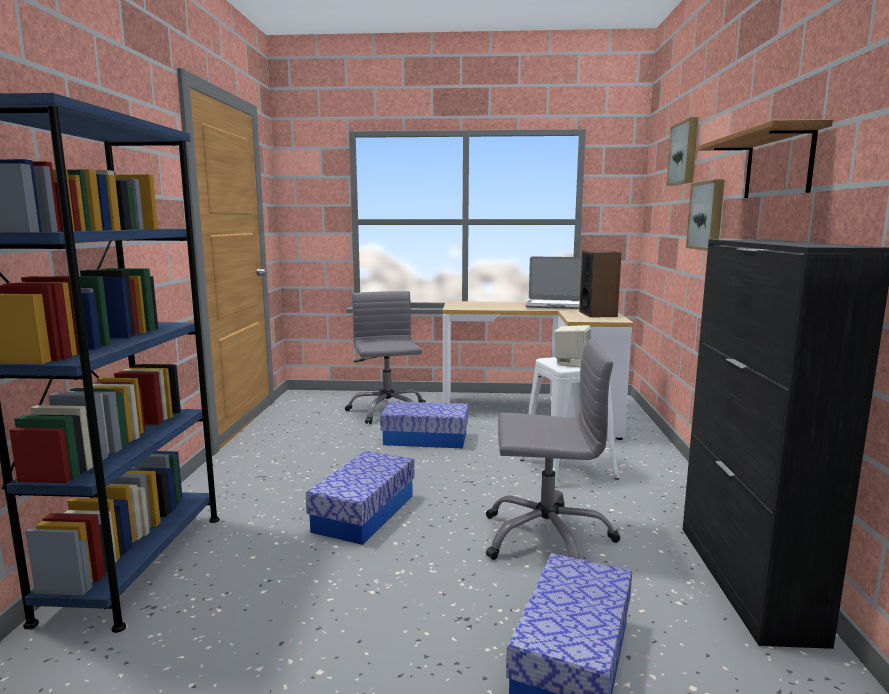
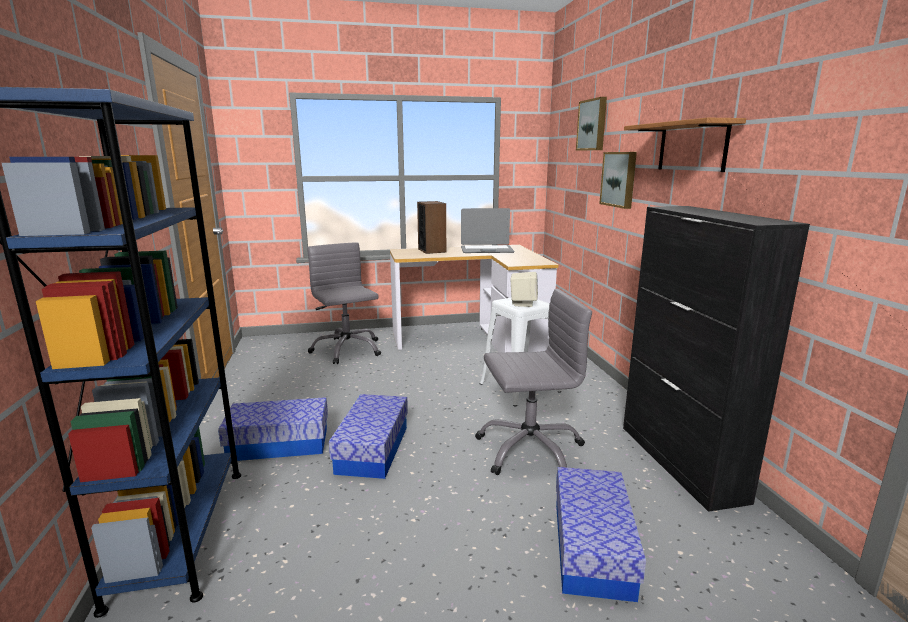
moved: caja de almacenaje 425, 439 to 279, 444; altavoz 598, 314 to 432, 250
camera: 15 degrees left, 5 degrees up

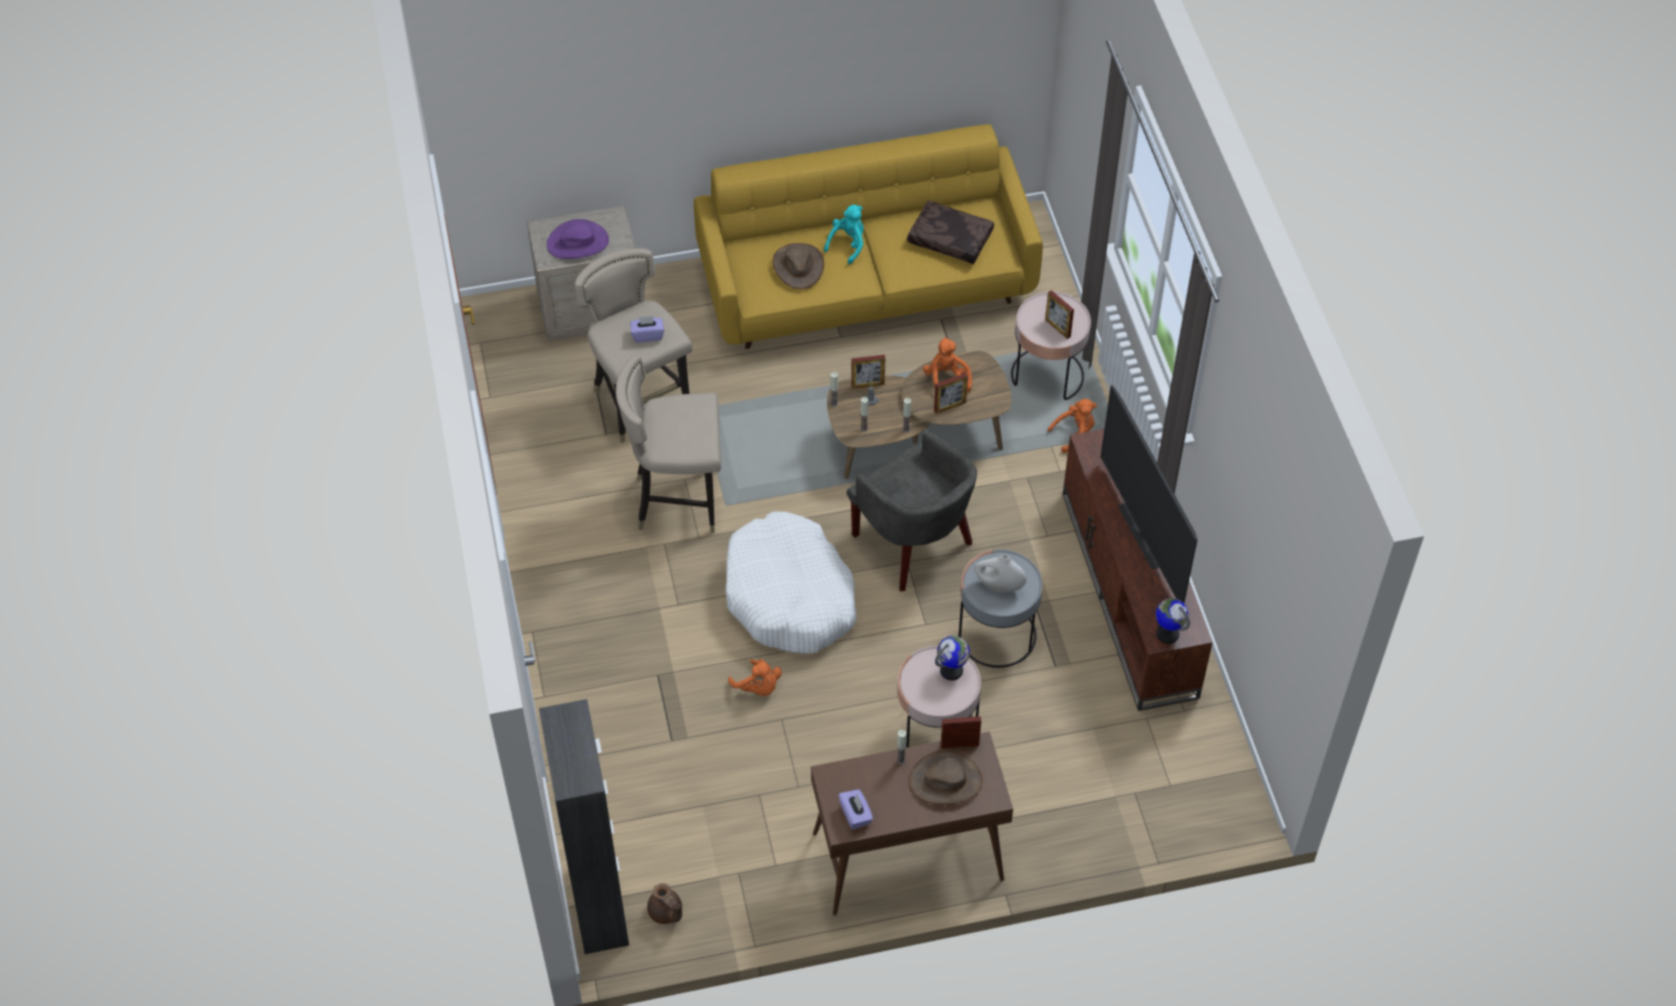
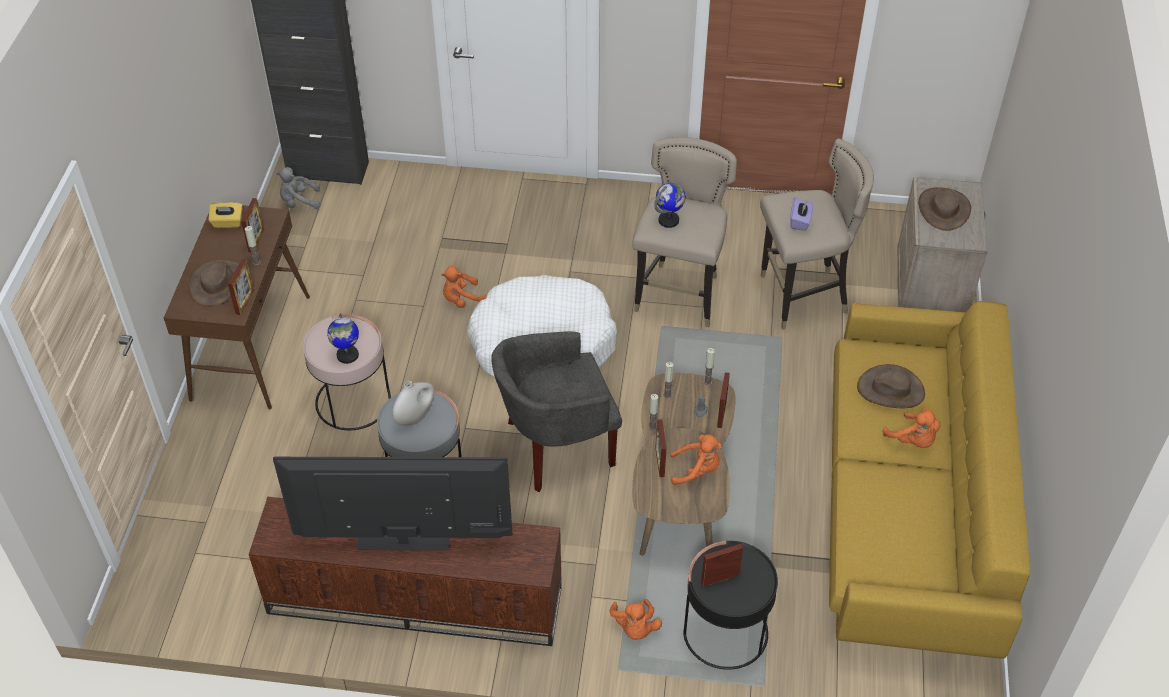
removed: cojín [marrón] 949, 239
added: portarretratos 256, 240
moved: globo terráqueo 1167, 633 to 669, 220
replaced: tetera [marrón] 666, 913 to peluche [gris] 299, 202
recoloured: sombrero [morado] 578, 242 to sombrero [marrón] 943, 209; peluche [turquesa] 848, 244 to peluche [naranja] 913, 440; caja de pañuelos [morado] 855, 815 to caja de pañuelos [amarillo] 228, 222; mesa auxiliar [rosa] 1047, 375 to mesa auxiliar [negro] 725, 632
camera: 110 degrees right, 5 degrees down

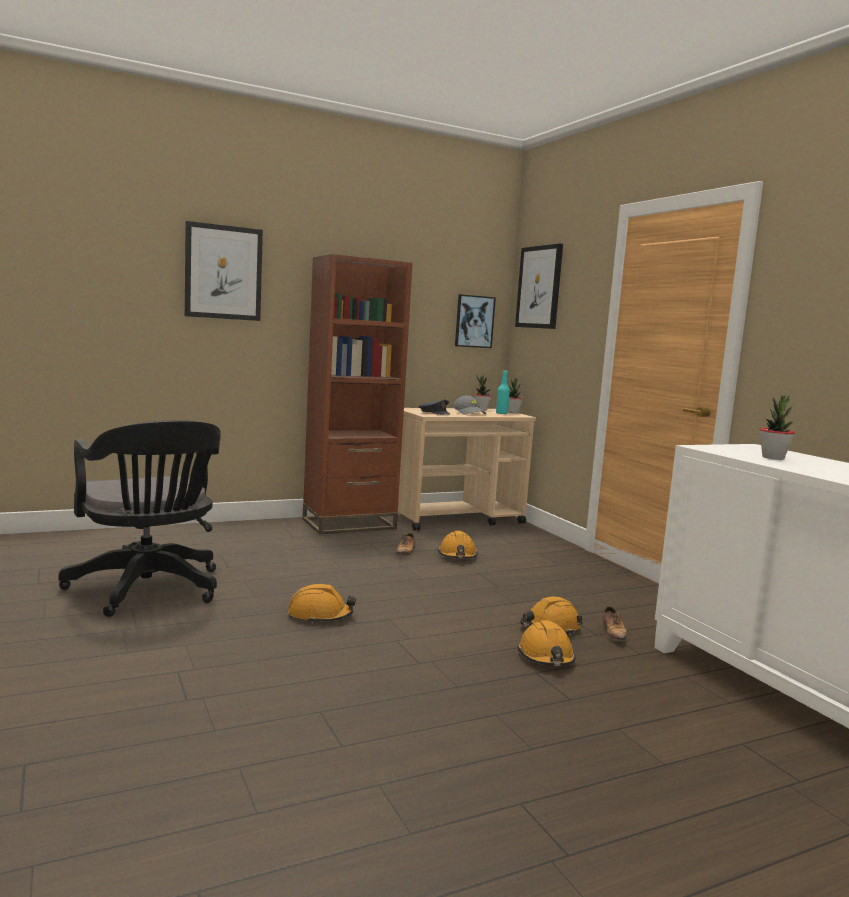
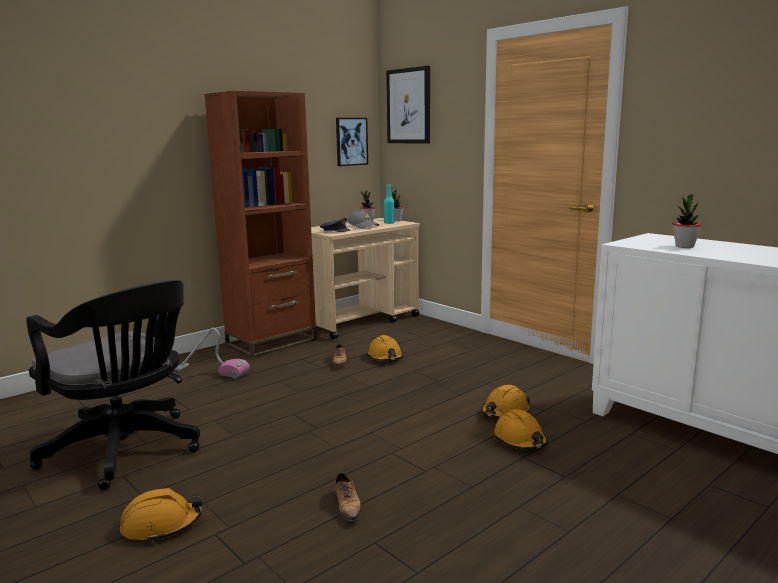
removed: cuadro 223, 272
added: aspiradora 211, 371
moved: casco [naranja] 320, 616 to 161, 525; zapato 614, 633 to 347, 506
camera: 15 degrees left, 5 degrees up

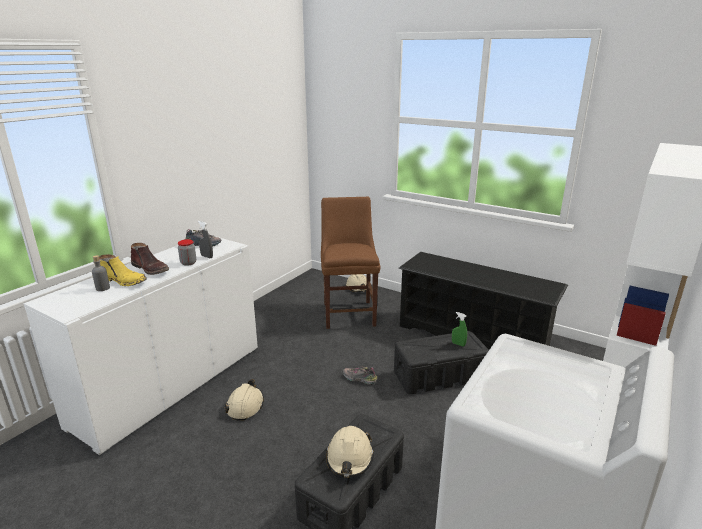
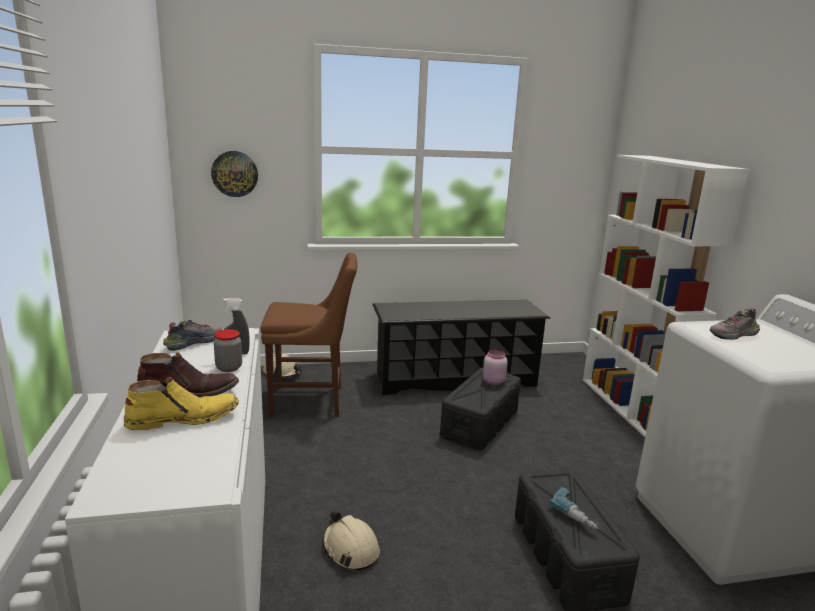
removed: botella [gris] 103, 288
added: reloj de pared 235, 174
moved: zapato 359, 379 to 733, 335
replaced: casco [beis] 349, 458 to taladro 577, 513; pulverizador [verde] 458, 344 to tarro [rosa] 492, 381
turned: silla [marrón] 349, 312 = 311, 401 135 degrees clockwise
camera: 45 degrees left, 5 degrees down

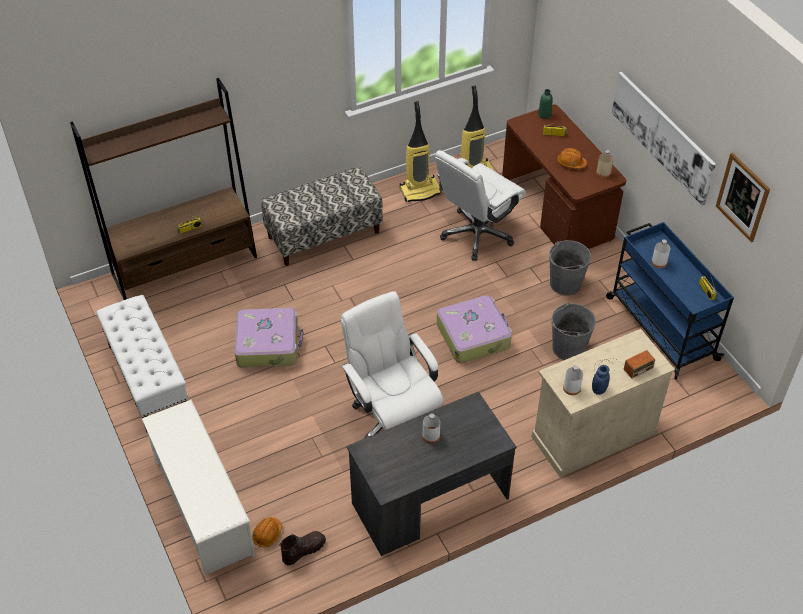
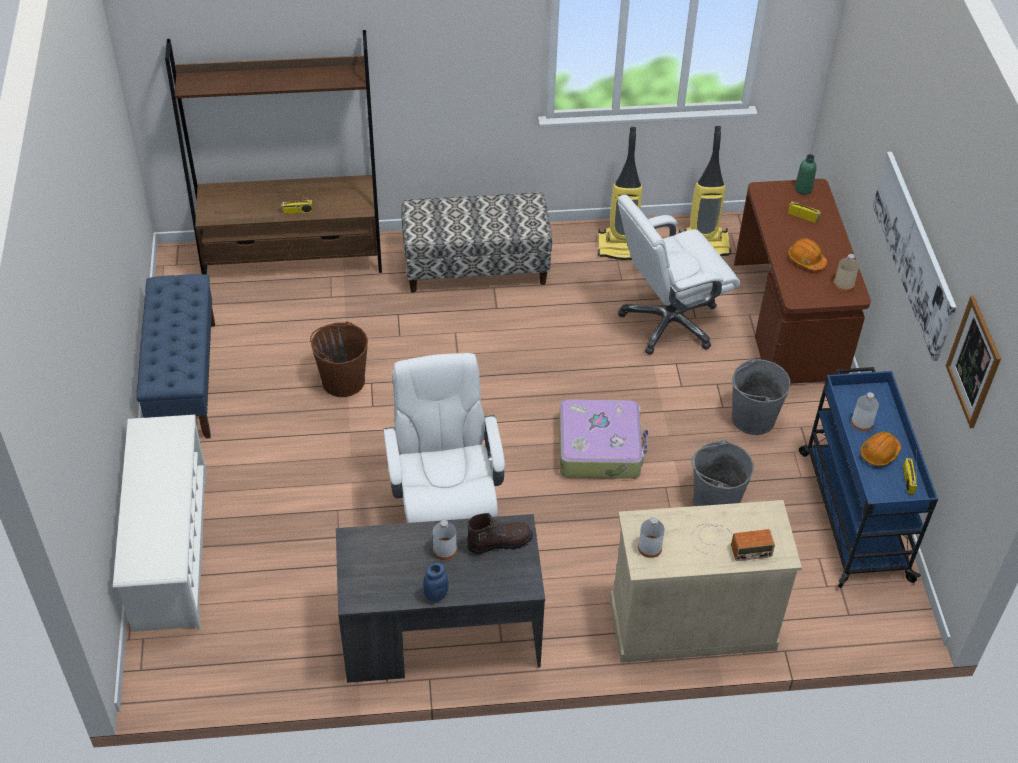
moved: casco [naranja] 267, 534 to 879, 453; bota [marrón] 303, 550 to 499, 542; tarro [azul] 598, 389 to 436, 595
replaced: maleta 268, 344 to cubo [marrón] 343, 380
recoloured: banco [blanco] 148, 380 to banco [azul] 184, 380
camera: 20 degrees right, 0 degrees up

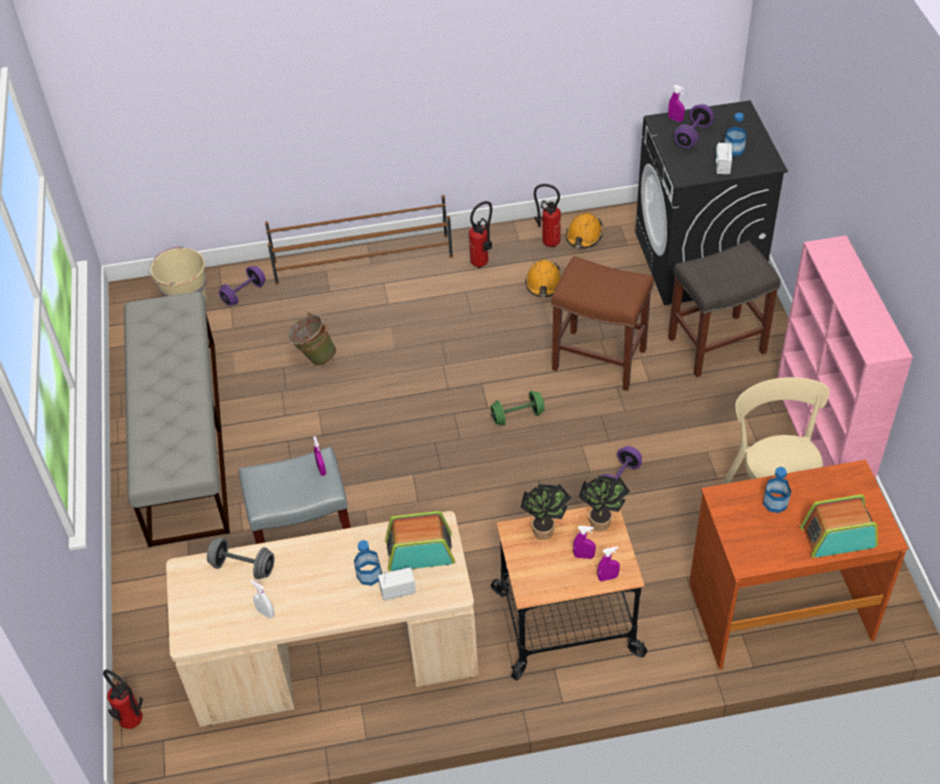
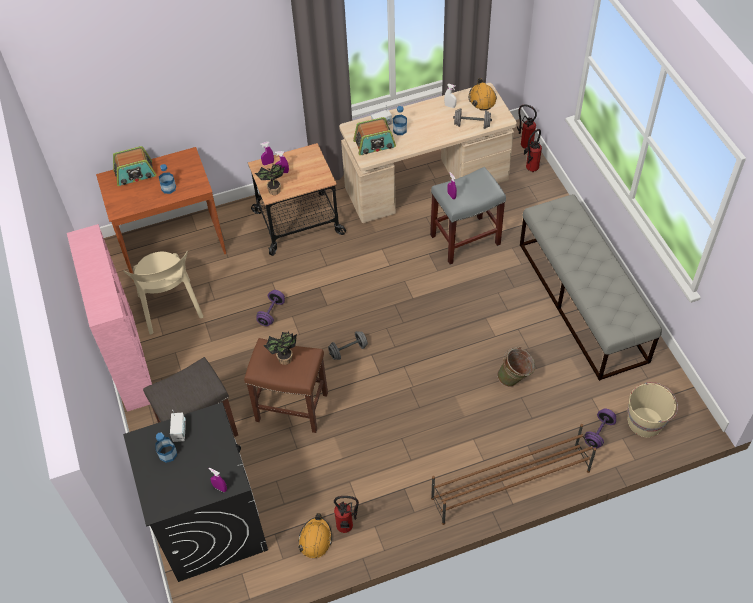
removed: mancuerna [morado] 693, 136
moved: extintor 482, 262 to 530, 169; planta en maceta 545, 529 to 284, 360; casco [naranja] 543, 284 to 482, 99
recoloured: mancuerna [verde] 517, 416 to mancuerna [gris] 348, 350
camera: 170 degrees right, 5 degrees up

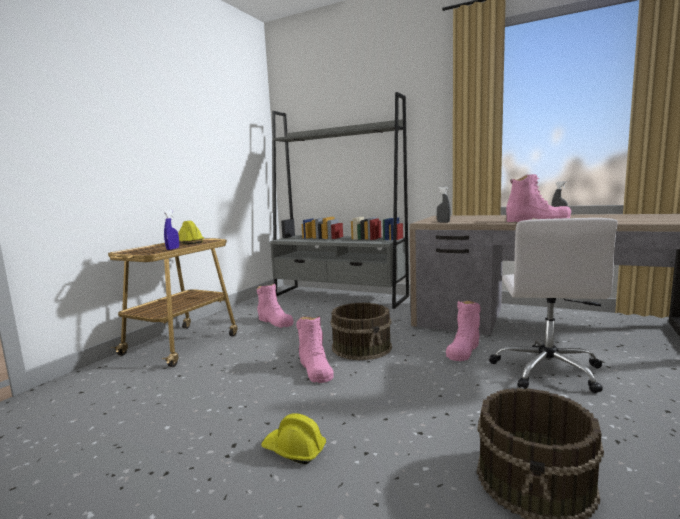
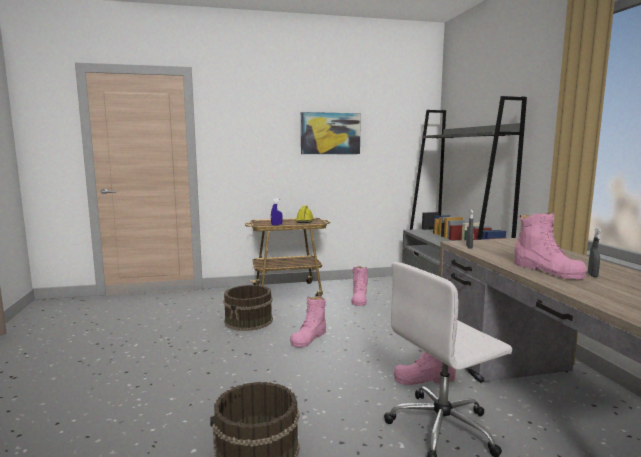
removed: casco [amarillo] 294, 450
added: cuadro 330, 133
moved: cubo [marrón] 362, 347 to 249, 321
camera: 50 degrees right, 0 degrees up

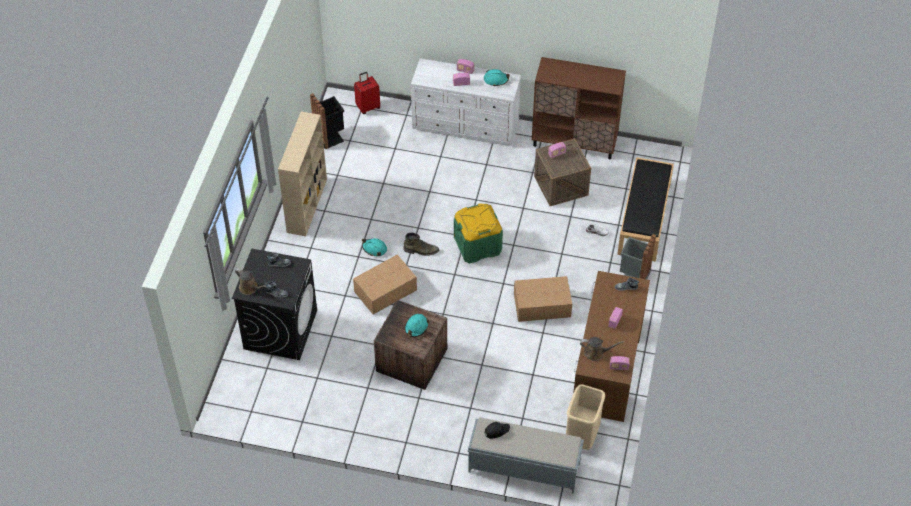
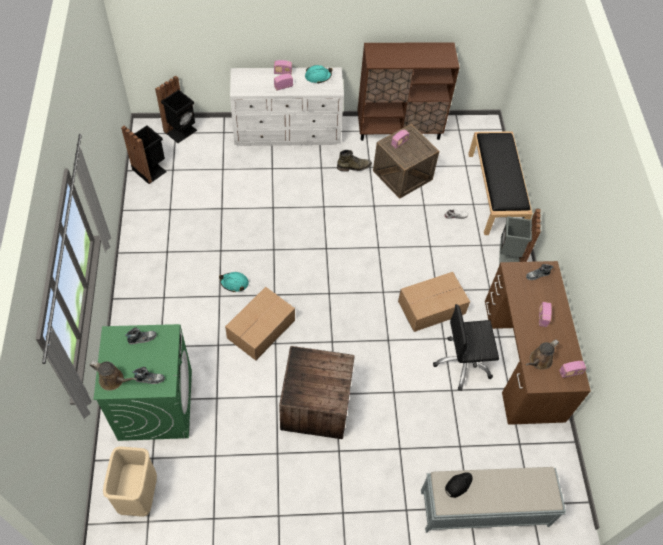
removed: estantería [beis] 307, 205; casco [turquesa] 416, 327; caja de almacenaje [verde] 477, 245
added: silla de oficina [negro] 463, 363
moved: bota [verde] 421, 250 to 354, 167; papelera [beis] 582, 436 to 139, 496
replaced: maleta [rojo] 368, 107 to papelera [negro] 181, 131
recoloured: lavadora [negro] 280, 329 to lavadora [verde] 155, 404
turned: regadera [marrón] 596, 353 = 539, 361 150 degrees clockwise
camera: 20 degrees left, 5 degrees up

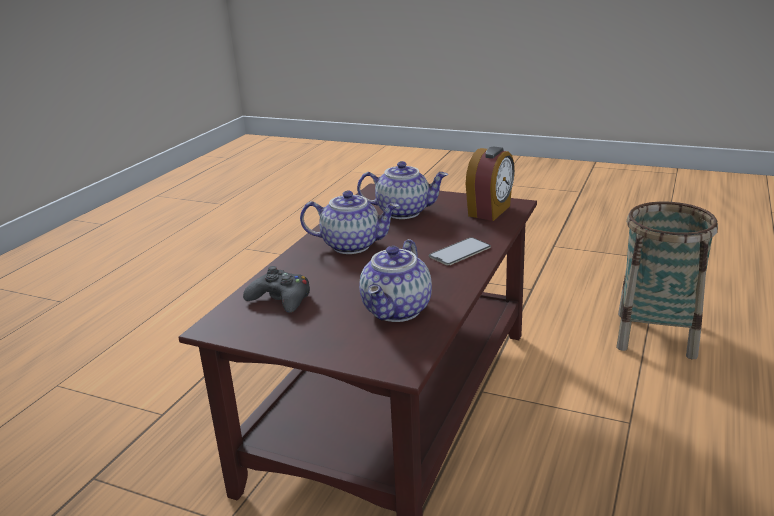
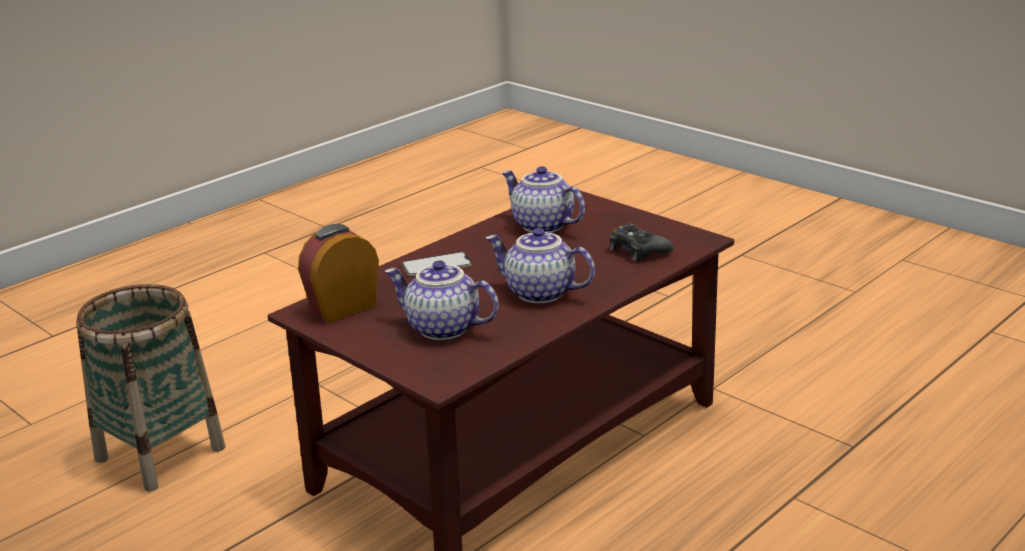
turned: tetera 398, 311 = 541, 226 90 degrees counterclockwise
camera: 160 degrees left, 0 degrees up

